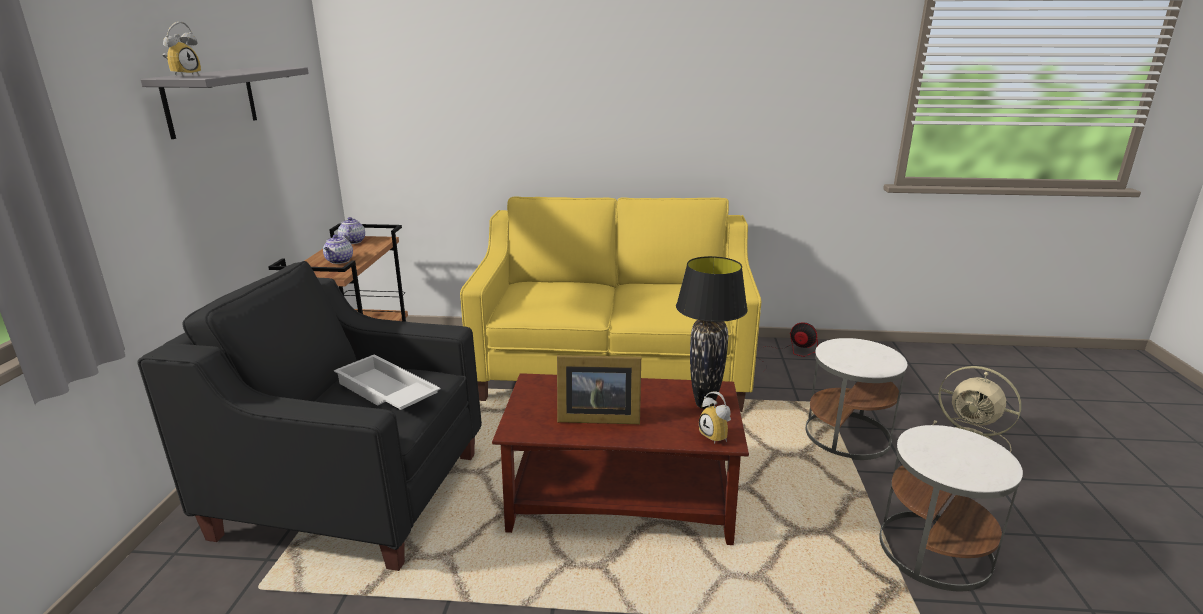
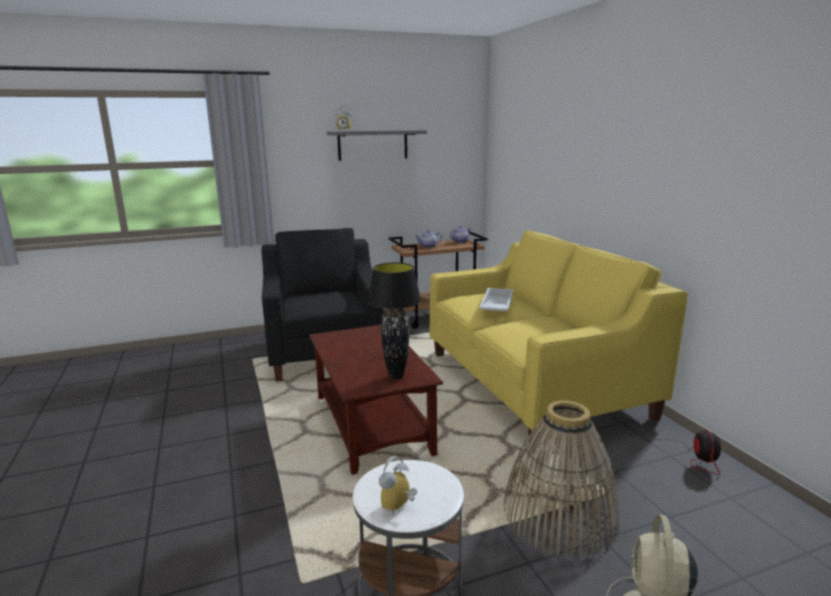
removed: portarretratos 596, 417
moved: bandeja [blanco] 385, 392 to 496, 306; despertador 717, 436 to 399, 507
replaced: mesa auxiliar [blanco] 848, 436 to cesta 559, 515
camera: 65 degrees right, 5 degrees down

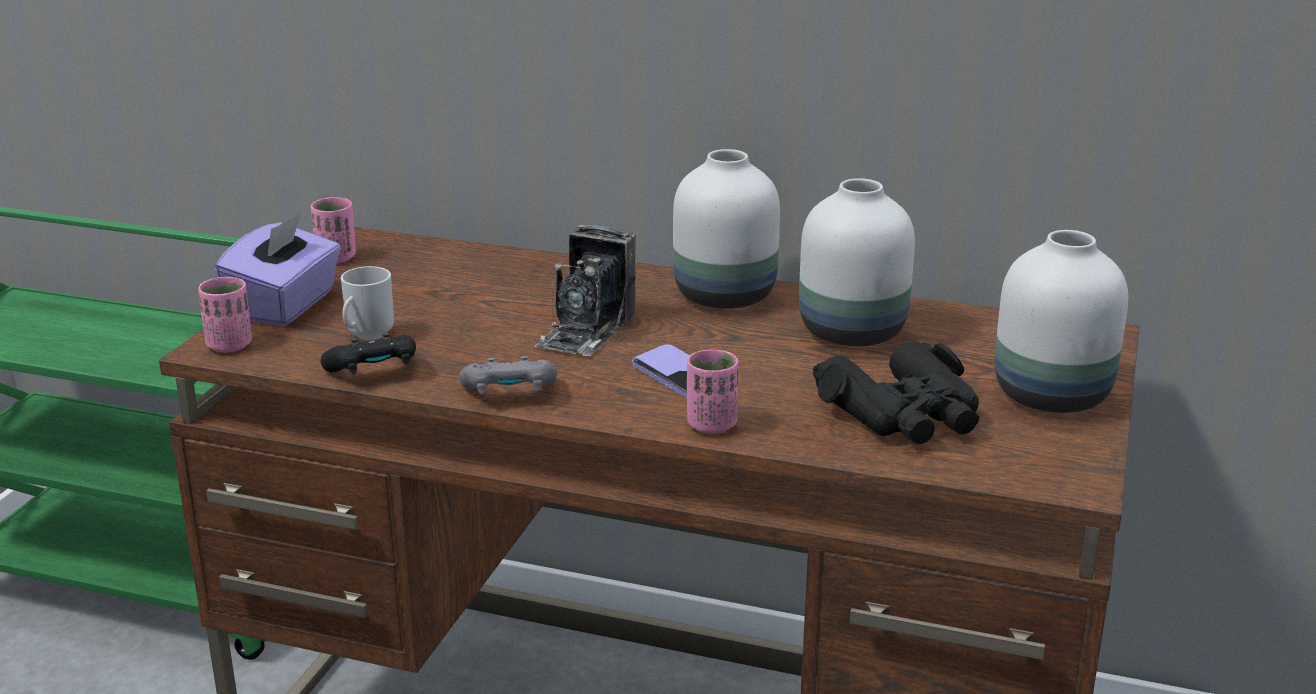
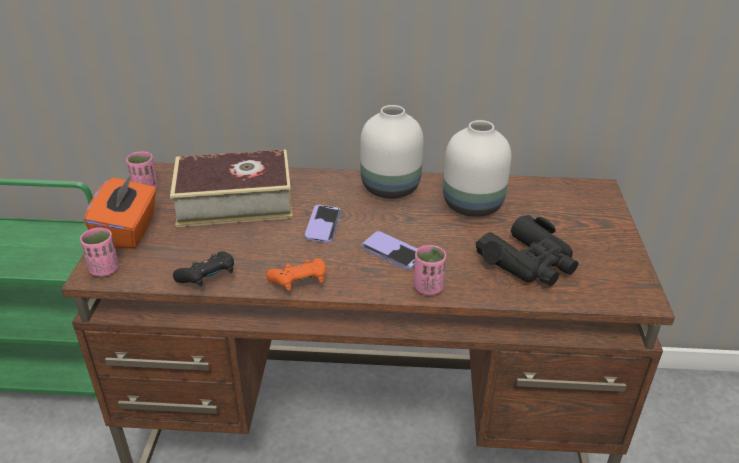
removed: taza grande 366, 336; florero [blanco] 1054, 396
added: libro 235, 201
replaced: cámara 586, 330 to móvil 323, 225
recoloured: caja de pañuelos [morado] 286, 305 to caja de pañuelos [naranja] 128, 231; mando de consola [gris] 509, 395 to mando de consola [naranja] 299, 283
camera: 15 degrees left, 10 degrees up

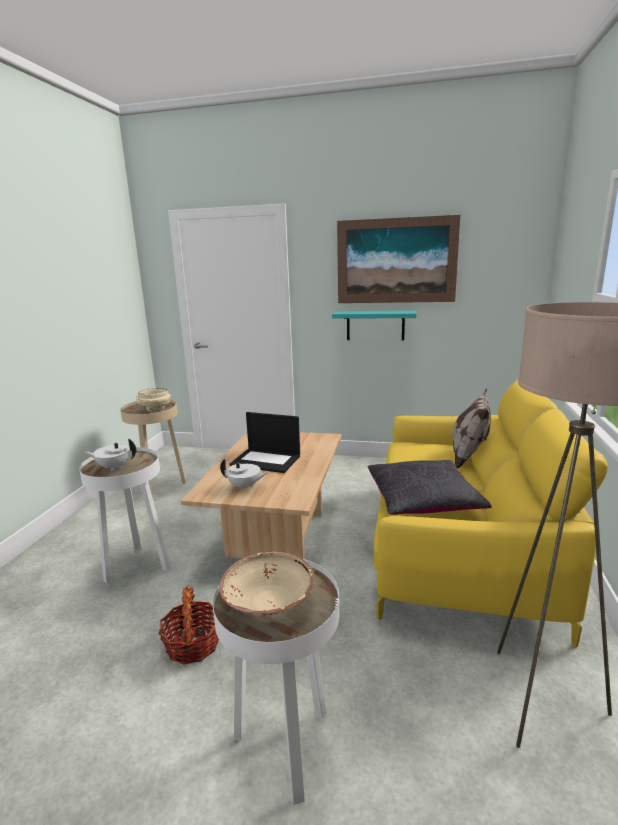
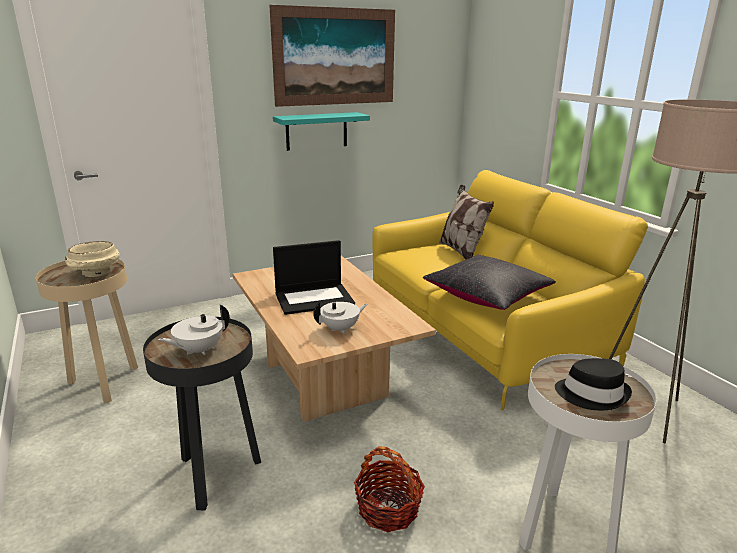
replaced: cuenco [beis] 269, 603 to sombrero [negro] 592, 394
recoloured: mesa auxiliar [blanco] 137, 566 to mesa auxiliar [negro] 215, 476
camera: 40 degrees left, 5 degrees up

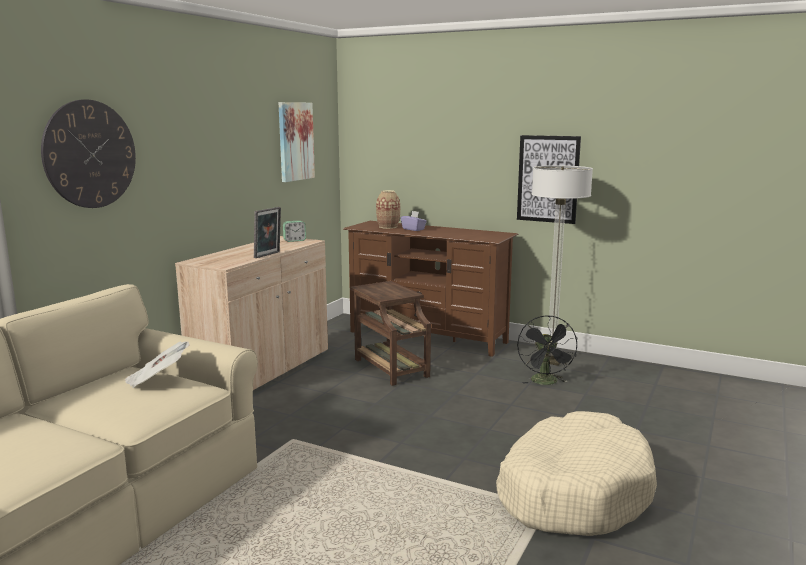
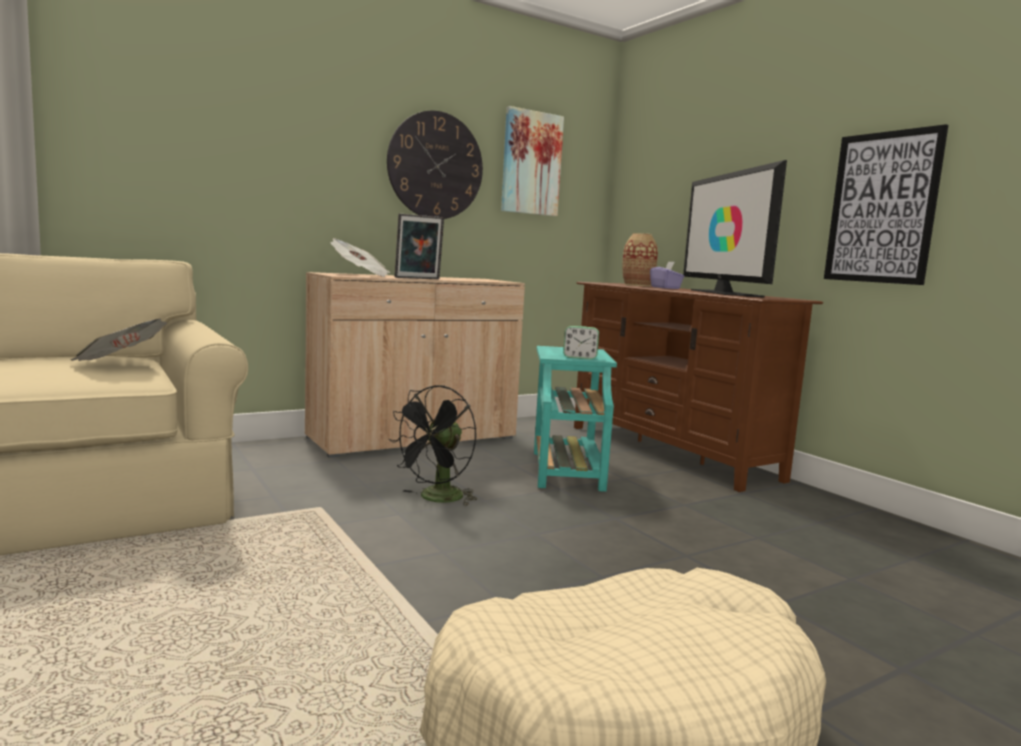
removed: lámpara de pie 551, 360
added: periódico 361, 275; televisor 723, 293
moved: reloj de pared 90, 154 to 435, 166; despertador 294, 240 to 580, 357; ventilador [negro] 546, 383 to 436, 499
recoloured: mesa auxiliar [marrón] 390, 367 to mesa auxiliar [turquesa] 566, 470
camera: 30 degrees right, 5 degrees down

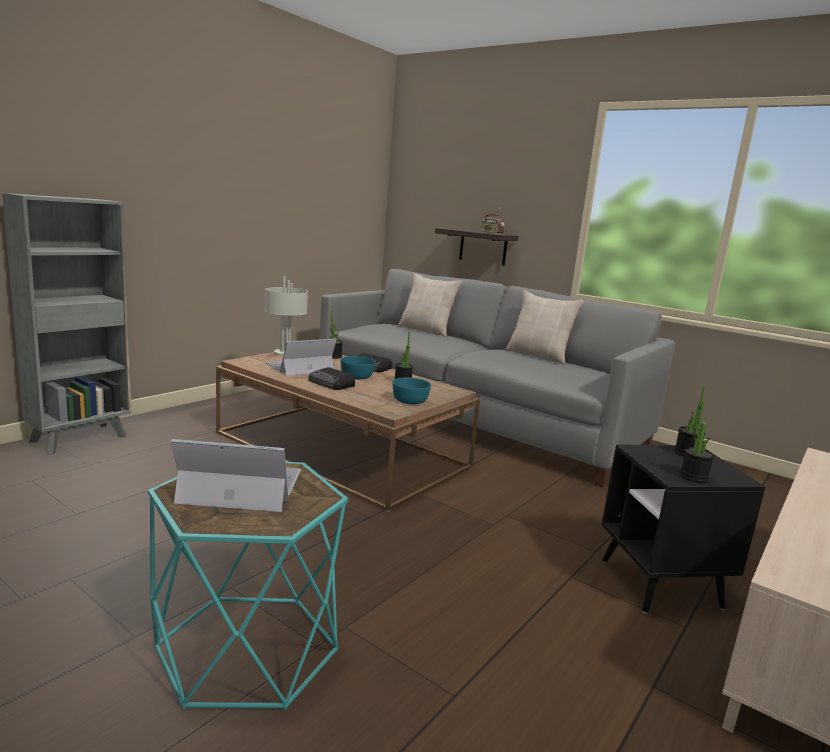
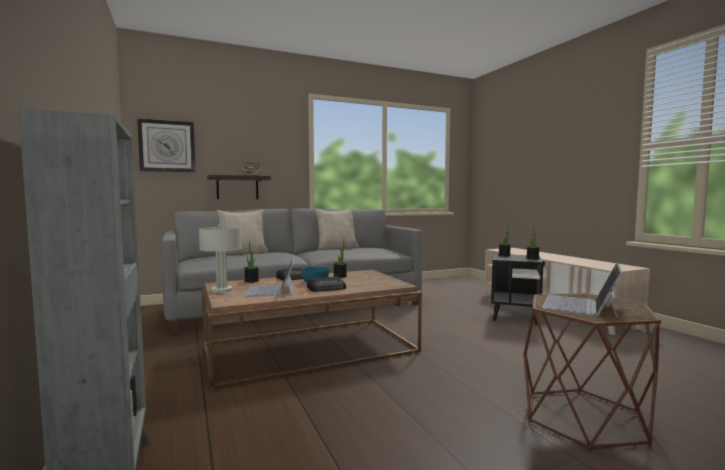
removed: cuenco [turquesa] 410, 401
added: reloj de pared 167, 146
recoloured: mesa auxiliar [turquesa] 248, 649 to mesa auxiliar [marrón] 583, 417
camera: 60 degrees left, 10 degrees down

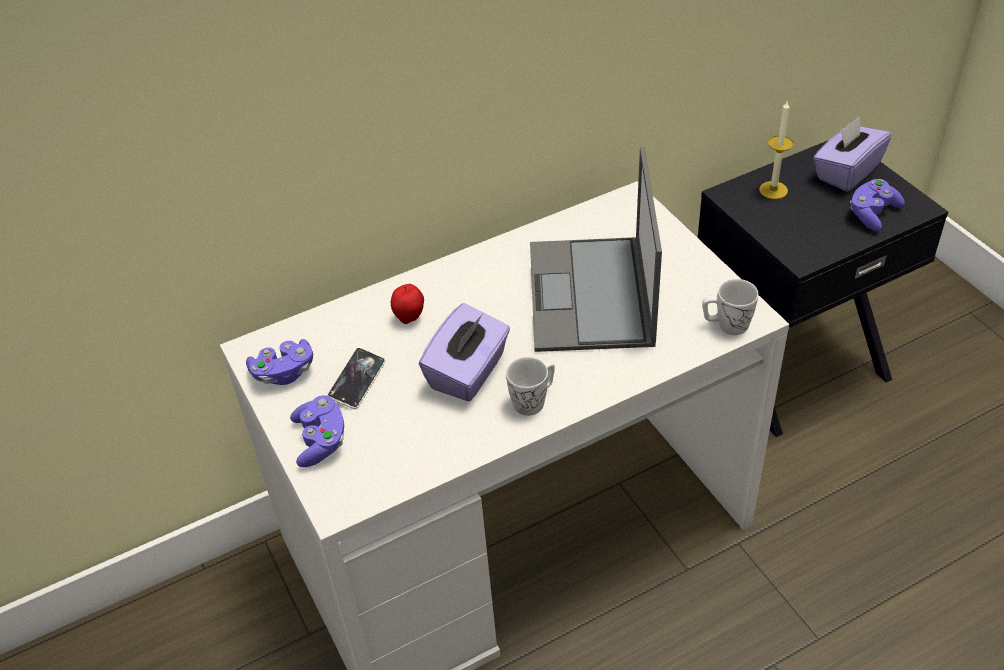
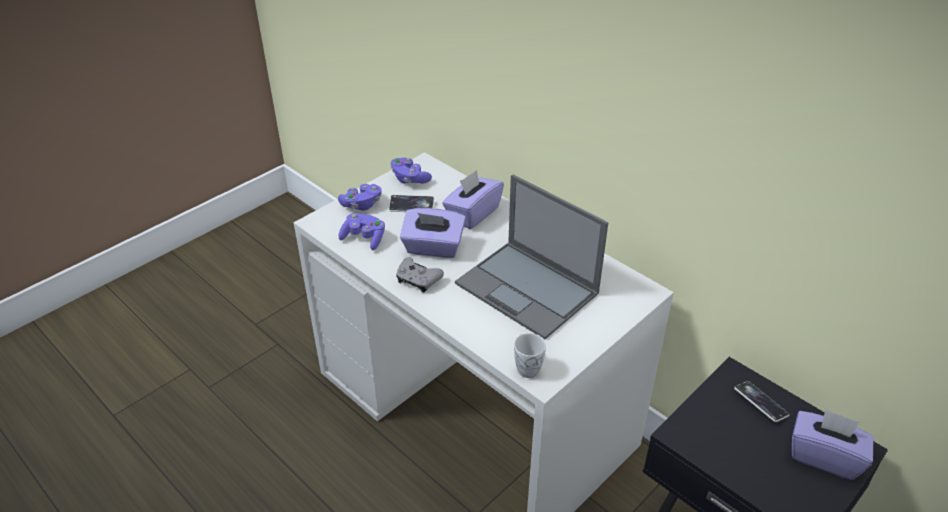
moved: mando de consola [morado] 872, 214 to 364, 238
replaced: manzana 409, 318 to caja de pañuelos [morado] 472, 214; taza grande [blanco] 533, 400 to mando de consola [gris] 418, 280; vela 773, 190 to móvil 760, 403
turned: portátil 591, 295 = 528, 289 120 degrees counterclockwise
camera: 70 degrees right, 5 degrees down

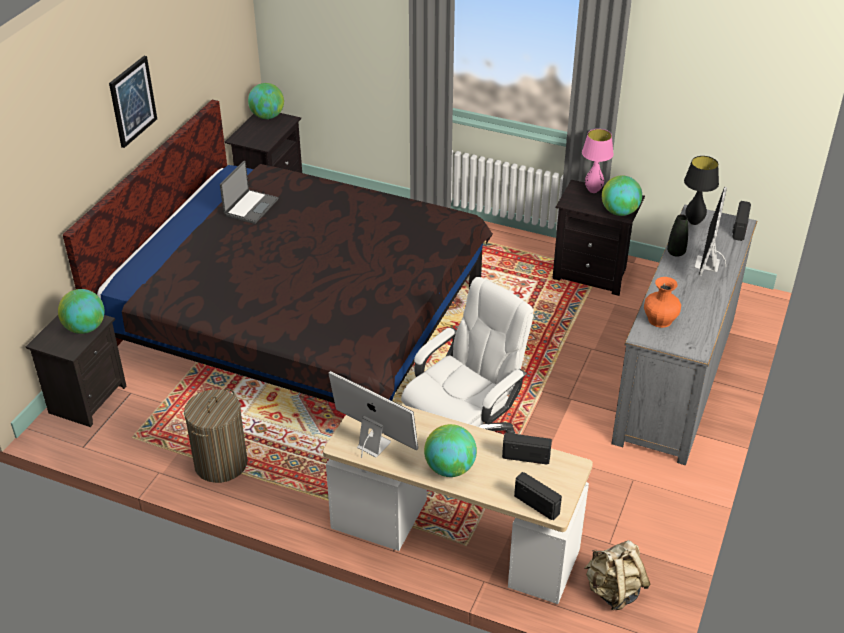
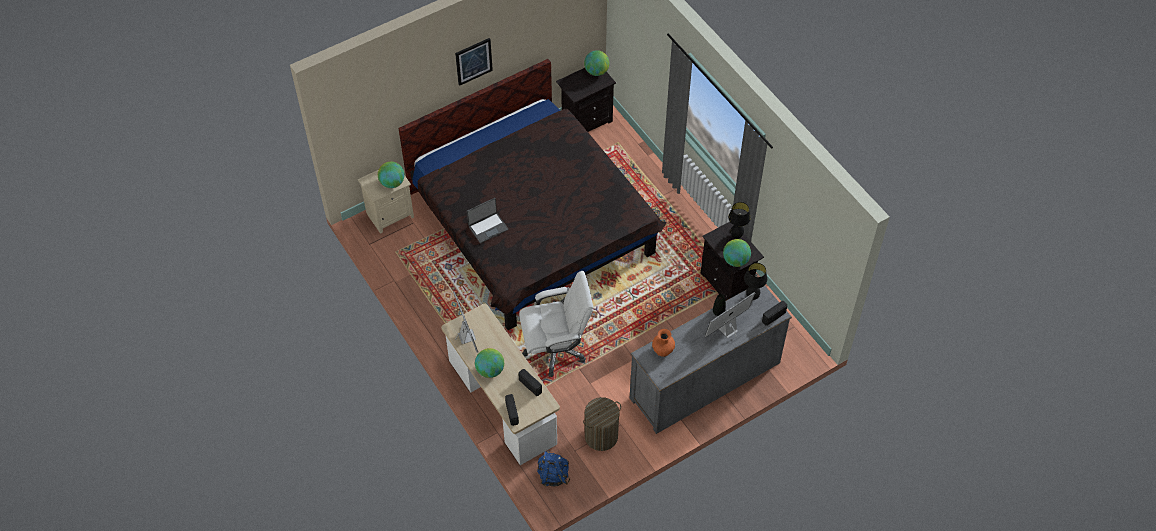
moved: cesto de la ropa 221, 464 to 601, 436; portátil 250, 207 to 488, 227
recoloured: mesita de noche [negro] 87, 398 to mesita de noche [beis] 390, 214; lámpara de mesa [rosa] 593, 190 to lámpara de mesa [negro] 736, 236; mochila [beis] 613, 591 to mochila [azul] 553, 475
camera: 35 degrees right, 15 degrees up

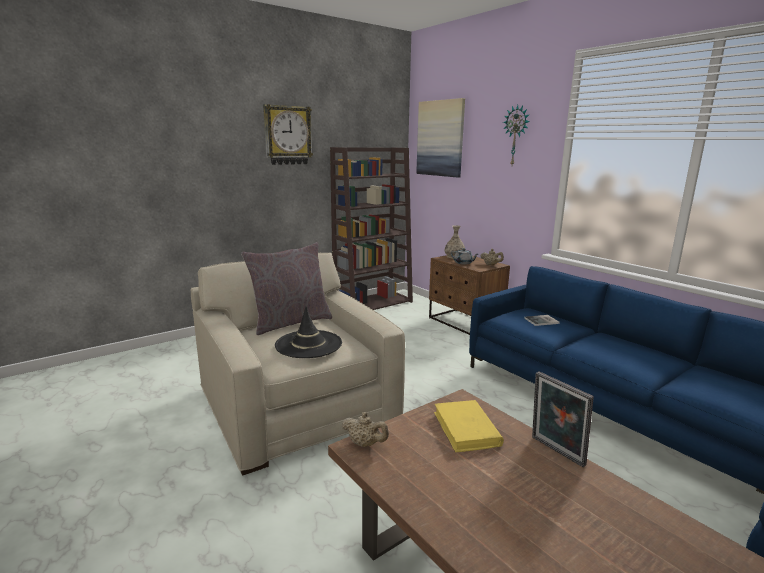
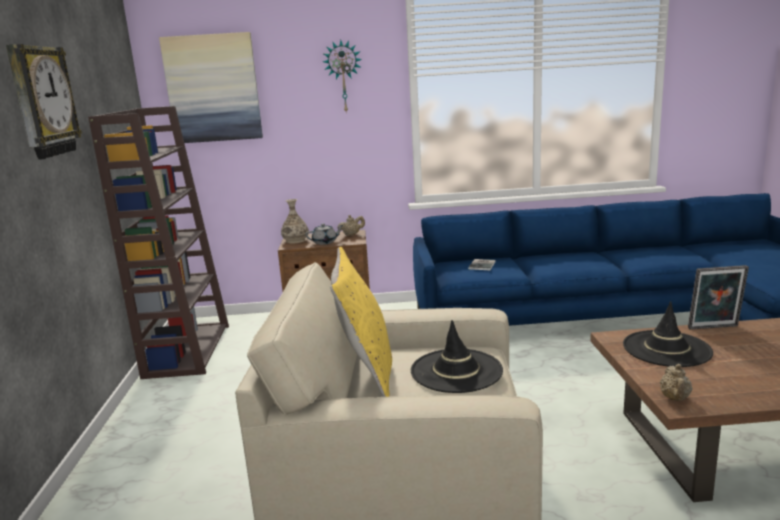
replaced: libro [amarillo] 466, 429 to sombrero [negro] 666, 349
recoloured: cojín [gris] 290, 322 to cojín [amarillo] 366, 371
turned: tetera [beis] 365, 444 = 675, 398 135 degrees clockwise
camera: 55 degrees left, 0 degrees up

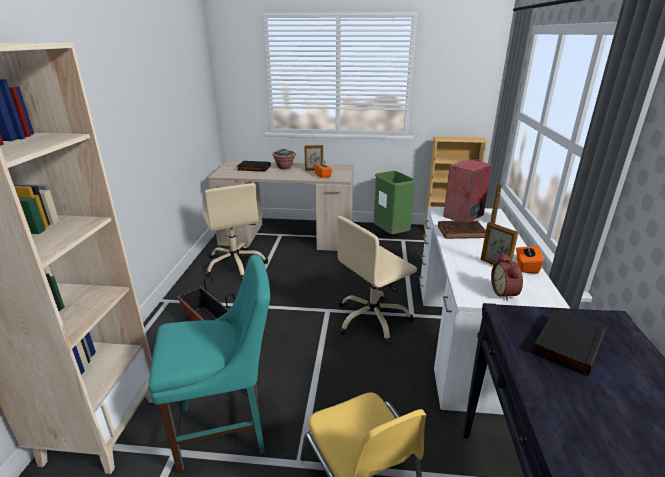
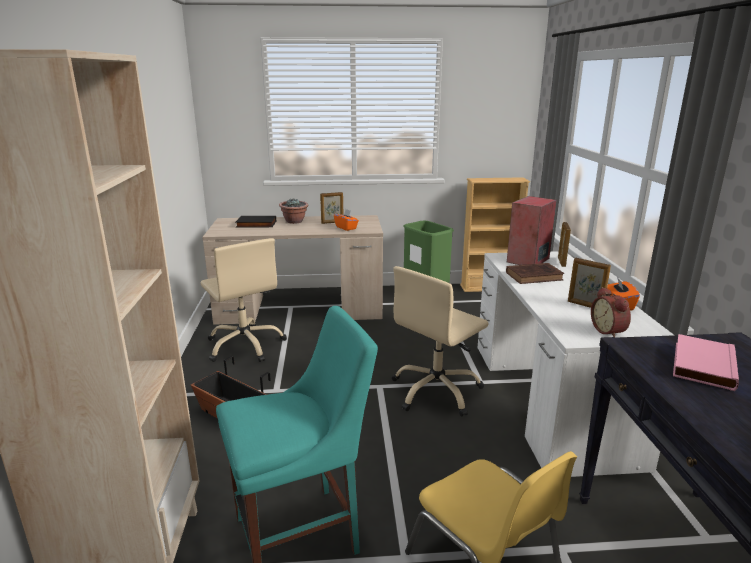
recoloured: libro [negro] 566, 343 to libro [rosa] 701, 365
camera: 10 degrees left, 5 degrees down

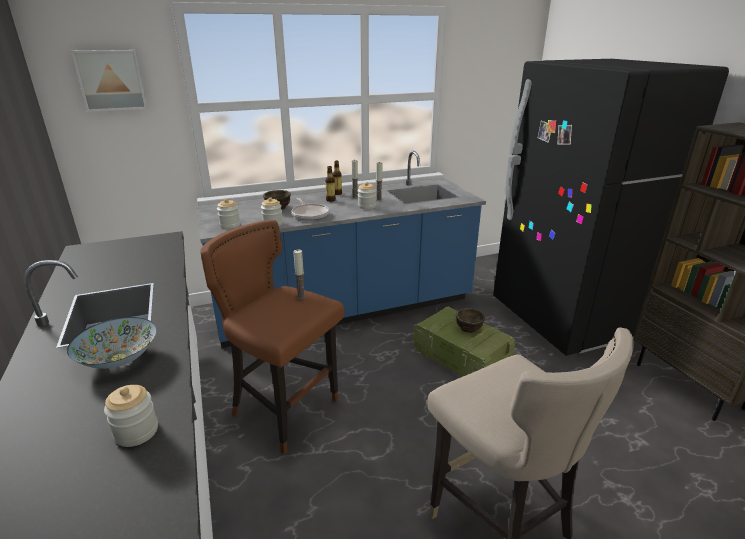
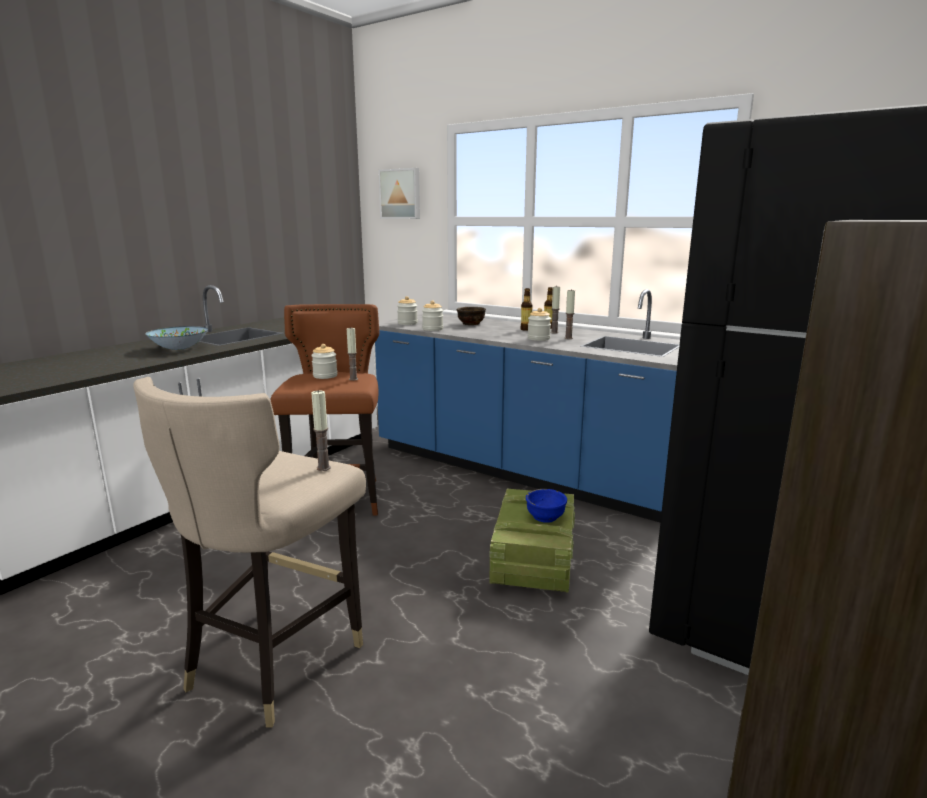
removed: sartén 310, 214
added: vela 323, 468
moved: tarro 136, 431 to 325, 376
recoloured: cuenco [marrón] 468, 328 to cuenco [azul] 545, 517
camera: 55 degrees right, 10 degrees down

